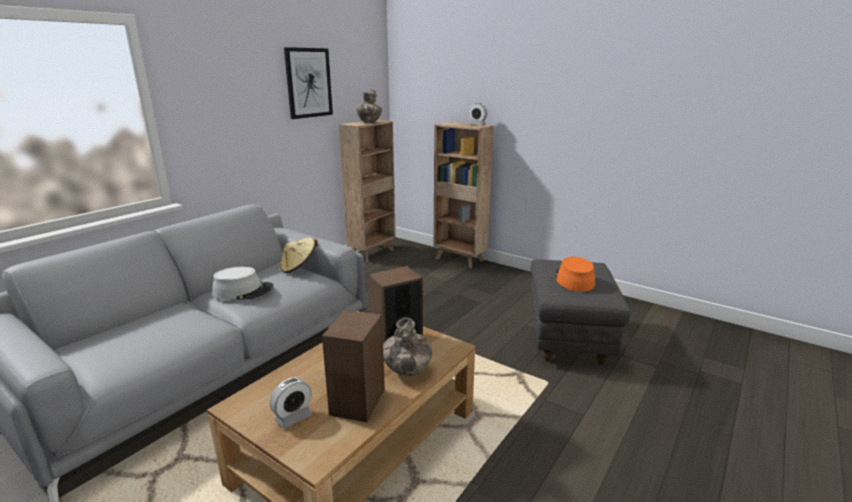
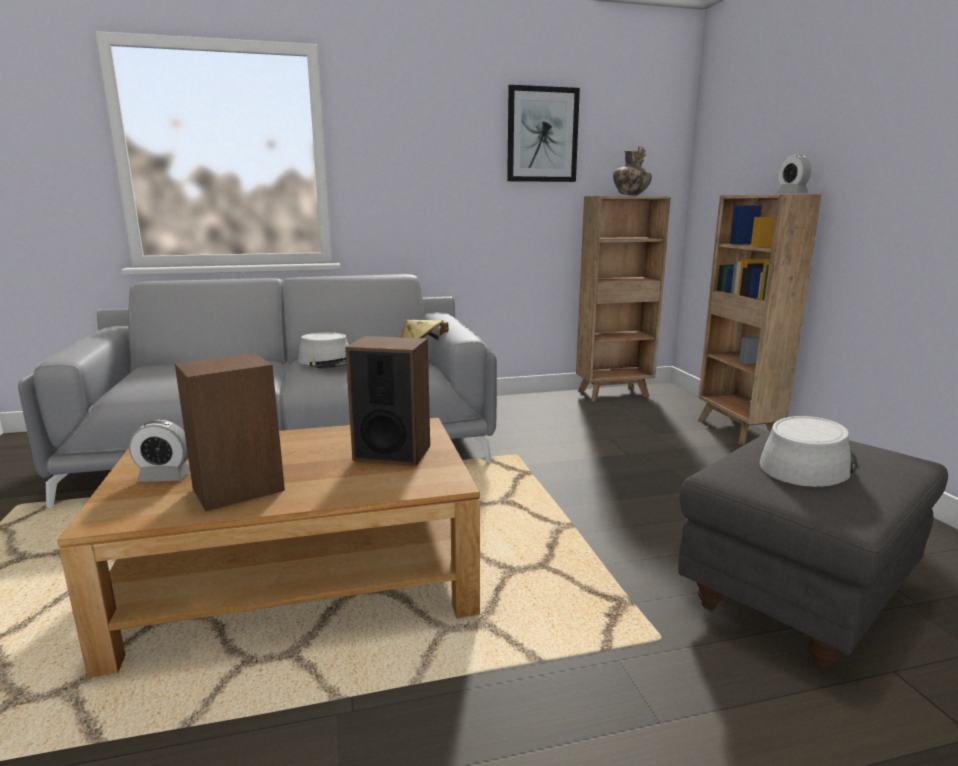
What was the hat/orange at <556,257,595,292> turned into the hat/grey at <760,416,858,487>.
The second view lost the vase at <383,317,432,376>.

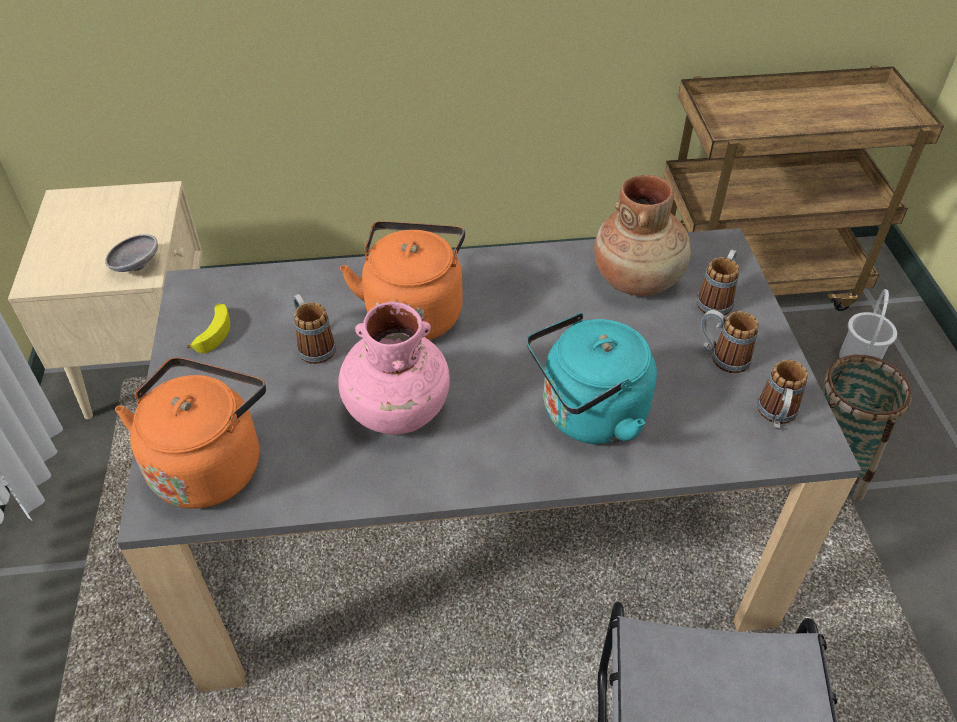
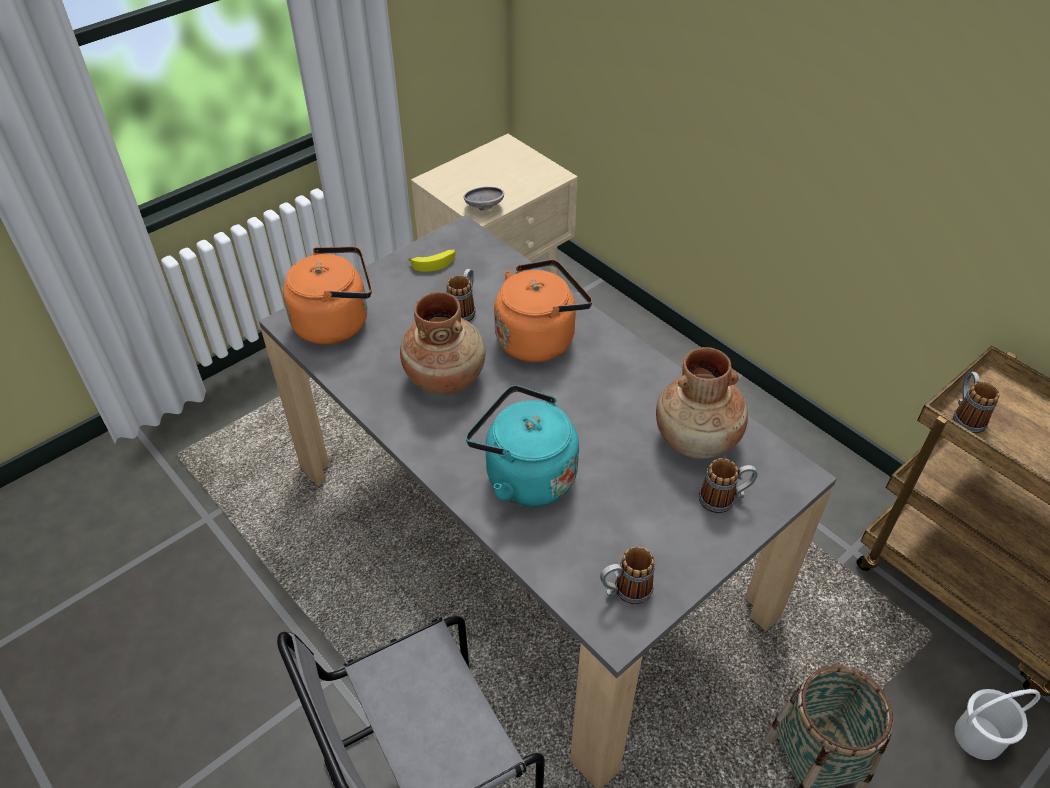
What was the vase/pink at <338,302,450,434> turned into the vase/brown-coloured at <400,292,486,394>.
The mug ended up elsewhere, having gone from <701,310,759,373> to <953,372,1000,434>.

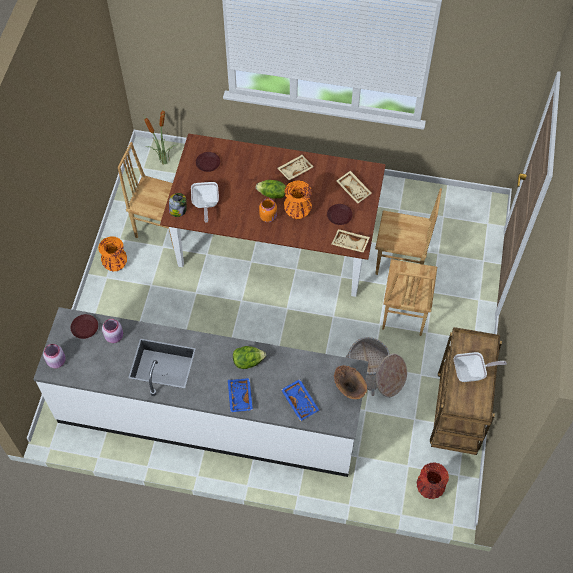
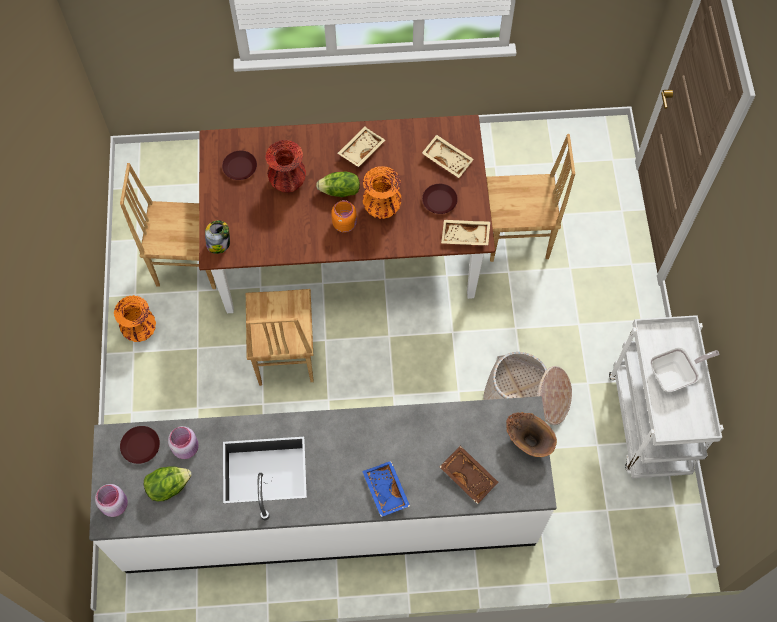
The head of lettuce ended up elsewhere, having gone from <233,346,266,369> to <144,466,192,501>.
The plain chair/brown-coloured ended up elsewhere, having gone from <382,259,437,336> to <246,289,314,386>.
The vase/red-coloured ended up elsewhere, having gone from <417,462,449,499> to <266,140,306,193>.
What was the serving tray/blue-coloured at <281,379,319,421> turned into the serving tray/brown-coloured at <440,446,498,504>.
What was the wheeled cart/brown-coloured at <430,327,502,455> turned into the wheeled cart/white at <609,315,724,478>.
The second view lost the plant in a pot at <144,108,176,164>.
The second view lost the skillet at <191,182,219,222>.

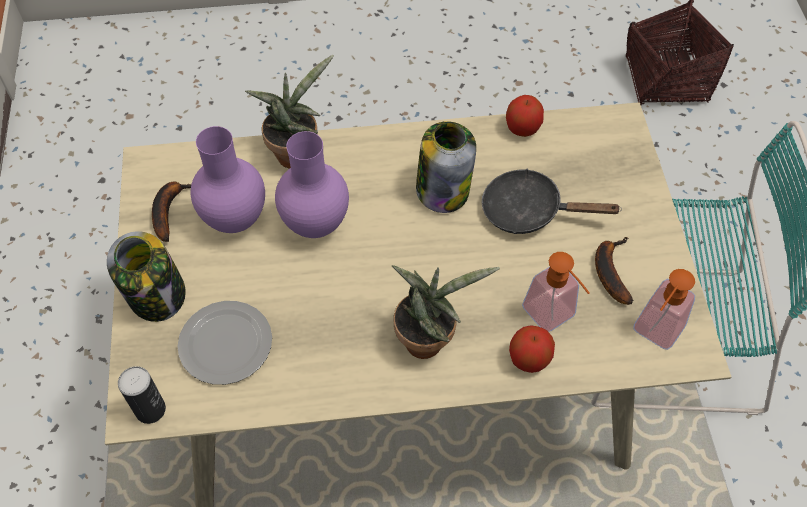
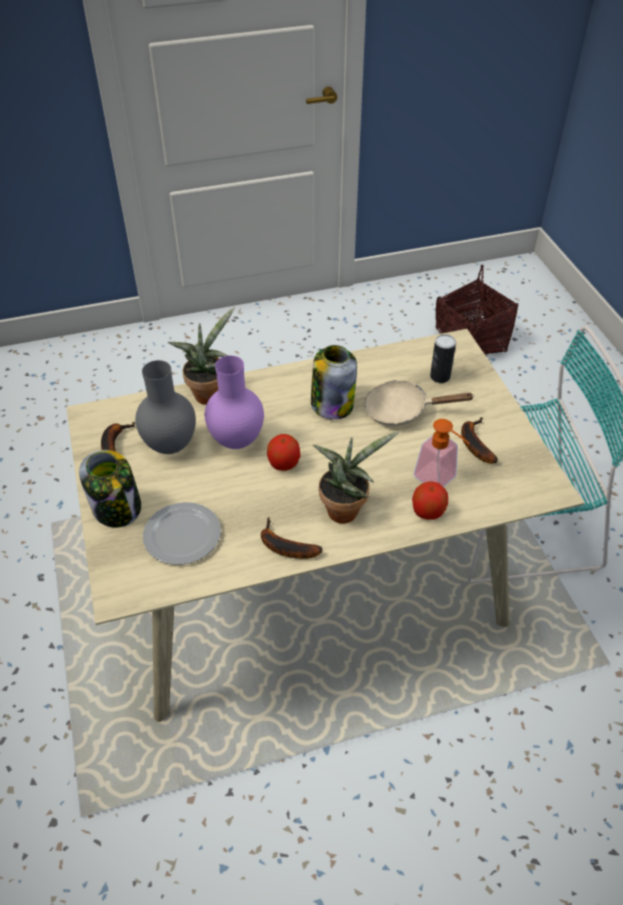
What was the vase/purplish at <191,126,265,233> turned into the vase/grey at <135,360,196,454>.
The second view gained the whole banana at <261,517,322,559>.
The apple fruit ended up elsewhere, having gone from <506,95,544,137> to <267,434,301,471>.
What was the skillet/black-coloured at <482,169,622,234> turned into the skillet/beige-coloured at <365,380,475,426>.
The metal can ended up elsewhere, having gone from <118,366,166,424> to <430,334,456,383>.
The second view lost the soap dispenser at <633,269,695,350>.

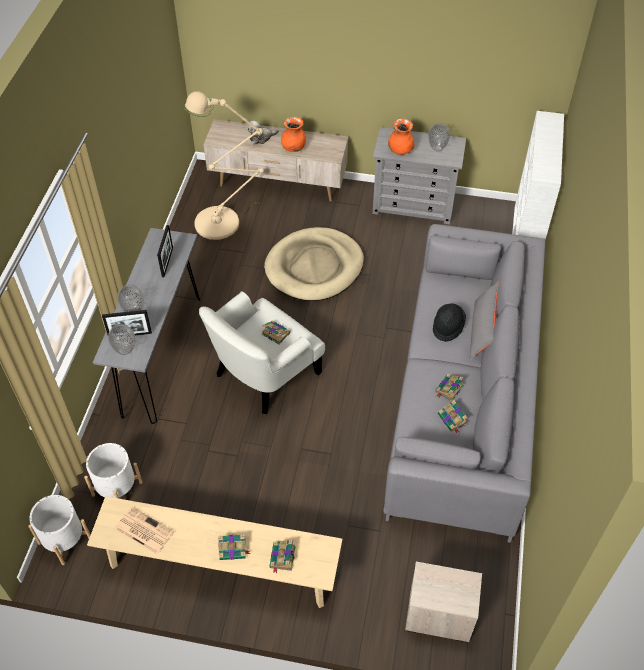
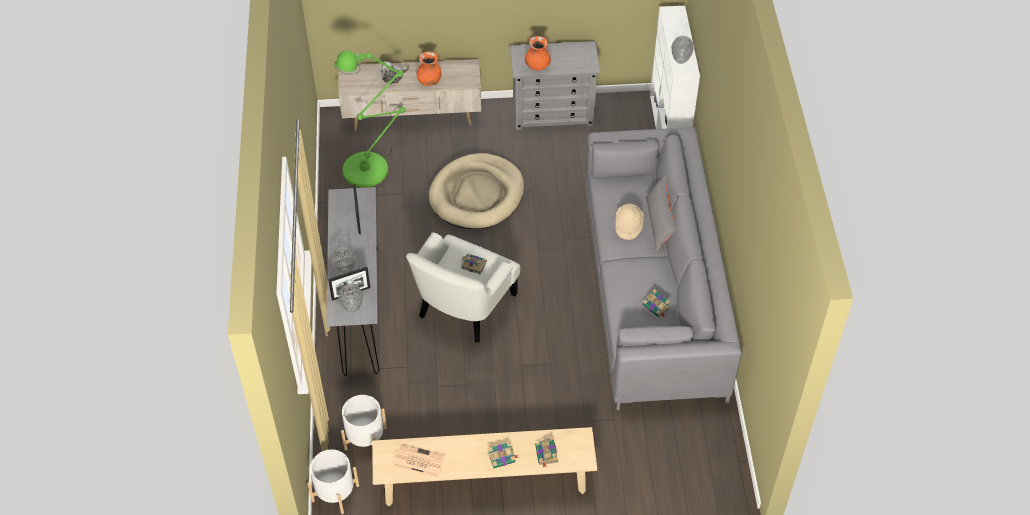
What was the floor lamp/beige-coloured at <184,91,264,240> turned into the floor lamp/greenish at <334,50,405,188>.
What was the hat/black-coloured at <433,303,466,342> turned into the hat/beige-coloured at <615,204,643,240>.
The vase ended up elsewhere, having gone from <428,123,450,151> to <671,36,694,64>.
The second view lost the bedside table at <405,562,482,643>.
The second view lost the bound book at <435,374,464,401>.

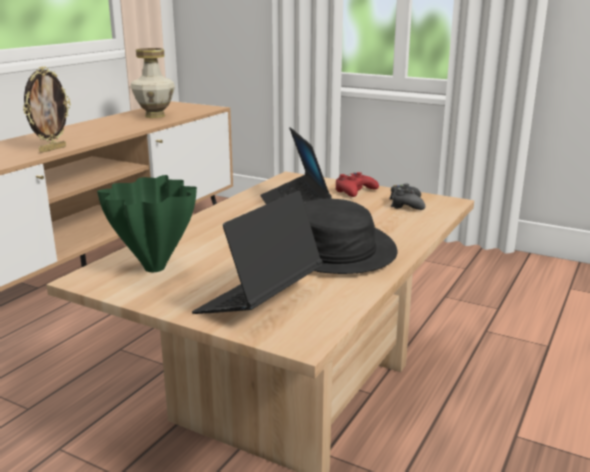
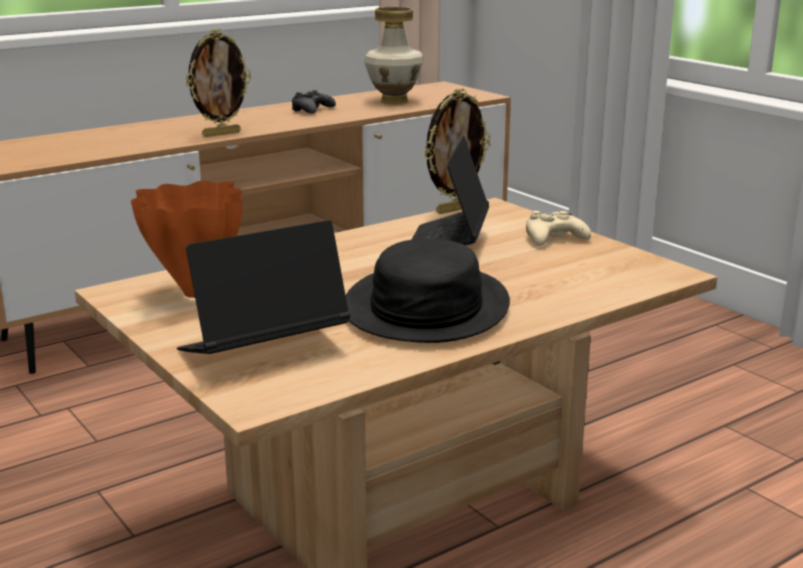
What was the vase/greenish at <97,175,197,272> turned into the vase/orange at <131,181,243,298>.
The gamepad/black-coloured ended up elsewhere, having gone from <389,184,425,210> to <292,90,336,114>.
The second view gained the picture frame at <424,88,491,214>.
What was the gamepad/red-coloured at <335,172,379,197> turned into the gamepad/beige-coloured at <526,211,591,246>.

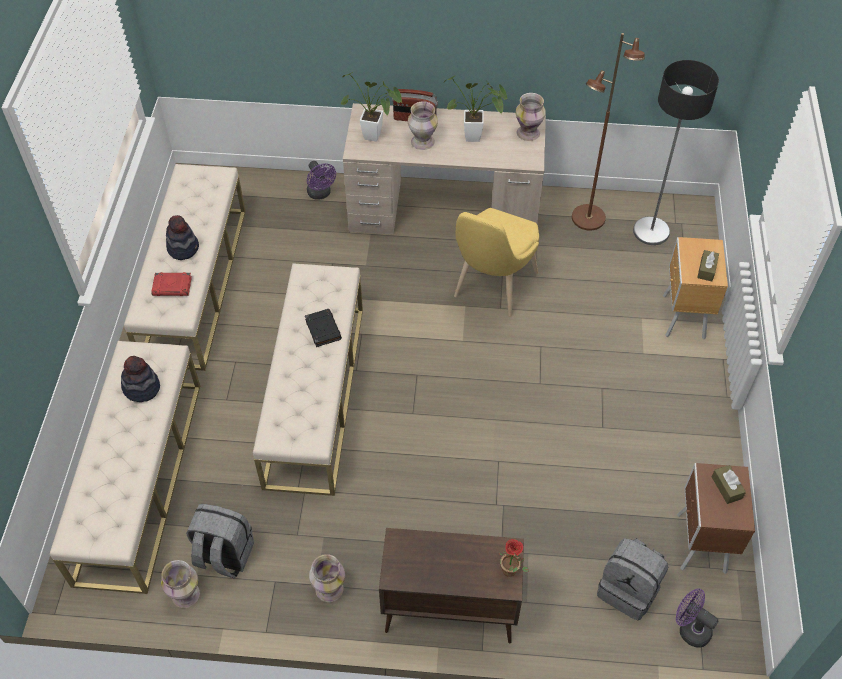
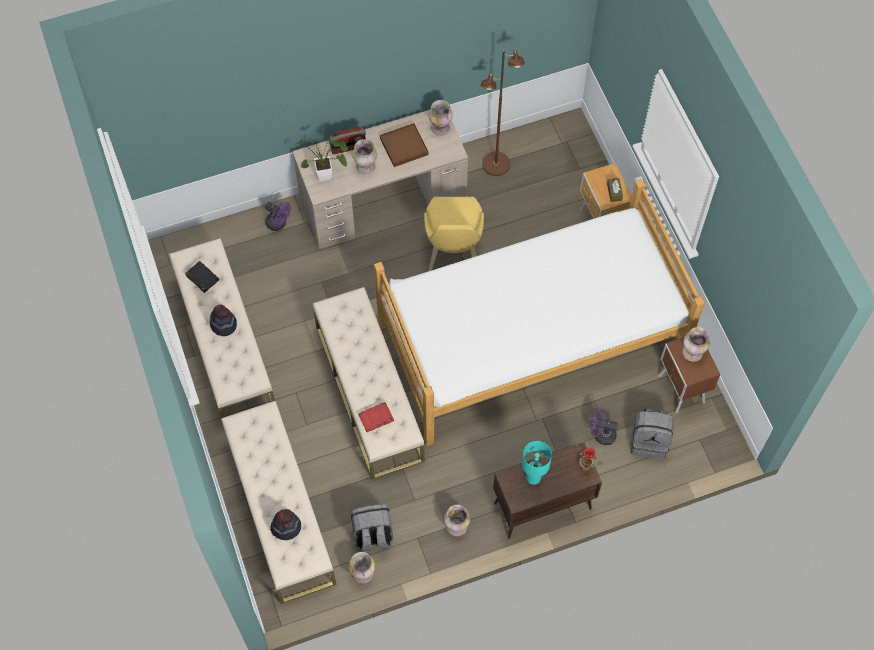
The bound book/black-coloured ended up elsewhere, having gone from <305,309,342,347> to <185,261,219,293>.
The hat ended up elsewhere, having gone from <121,356,160,402> to <270,509,301,540>.
The bound book/red-coloured ended up elsewhere, having gone from <151,272,192,296> to <358,402,394,432>.
The second view gained the bedroom bed at <374,179,705,446>.
Where the plant in a pot stood at <444,75,507,142>, the serving tray/brown-coloured came to stand at <380,123,429,167>.
The second view gained the table lamp/turquoise at <522,441,552,485>.
The cooling fan/purplish ended up elsewhere, having gone from <676,588,719,648> to <590,408,618,445>.
Where the tissue box/brown-coloured stood at <712,465,746,504>, the vase came to stand at <683,327,710,362>.
The second view lost the floor lamp at <633,60,719,245>.

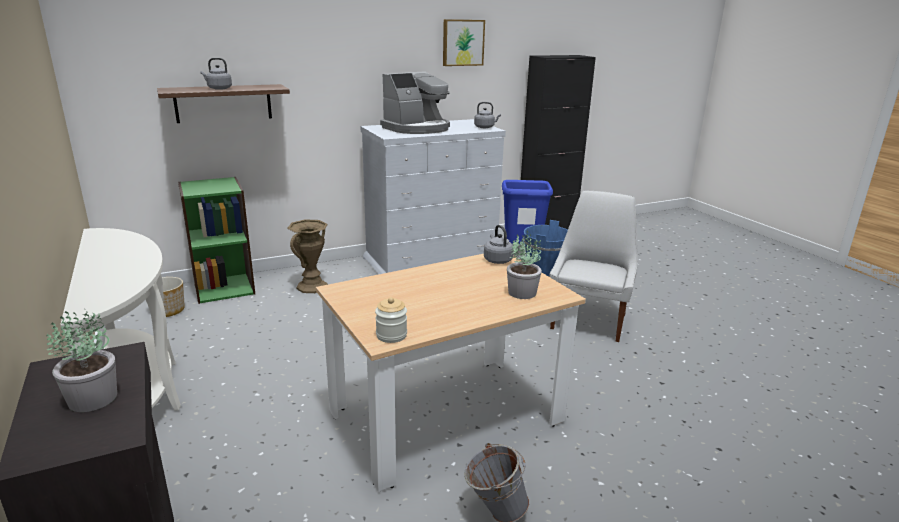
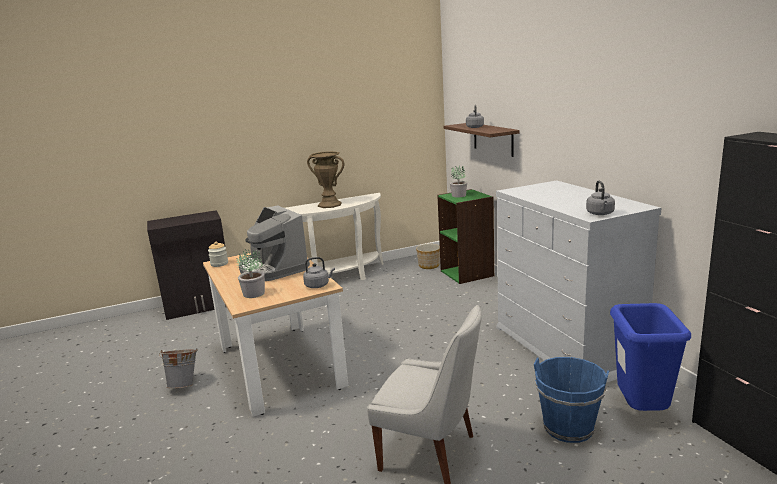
The coffee machine ended up elsewhere, having gone from <380,71,450,134> to <239,205,310,281>.
The vase/brown-coloured ended up elsewhere, having gone from <287,220,328,293> to <307,151,344,208>.
The plant in a pot ended up elsewhere, having gone from <46,309,117,412> to <450,165,467,197>.
The second view lost the wall art at <443,19,485,66>.

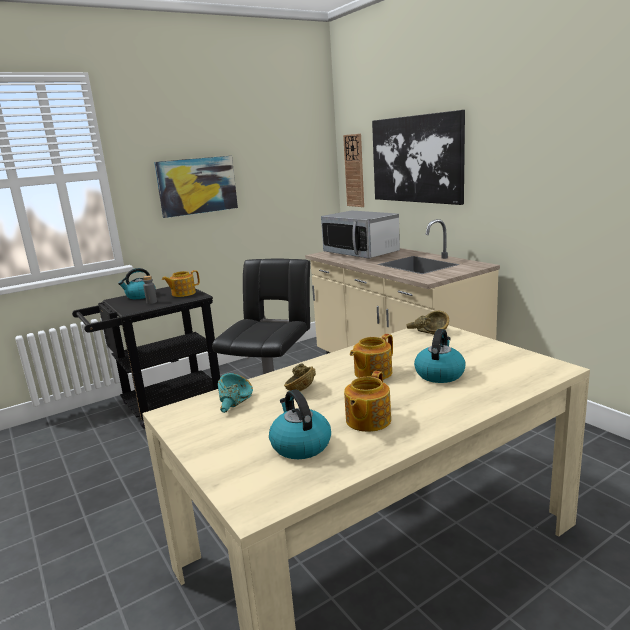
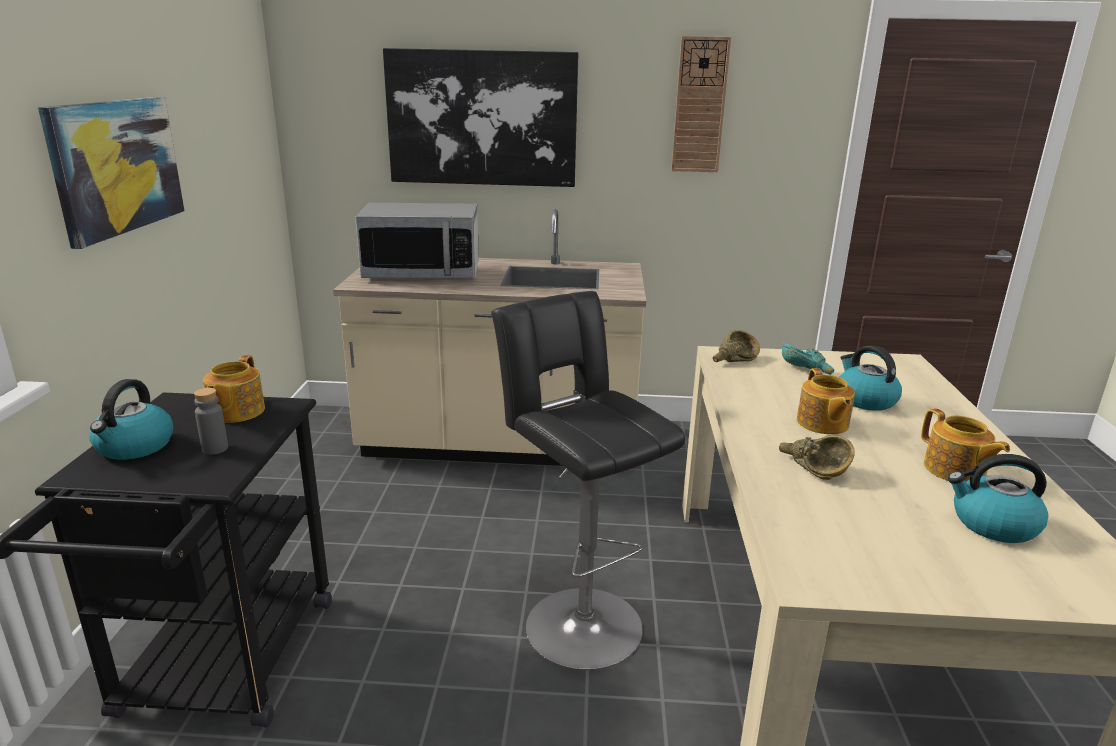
The wall clock ended up elsewhere, having gone from <343,134,364,207> to <671,36,731,172>.
The bowl/turquoise ended up elsewhere, having gone from <218,373,253,413> to <782,343,834,375>.

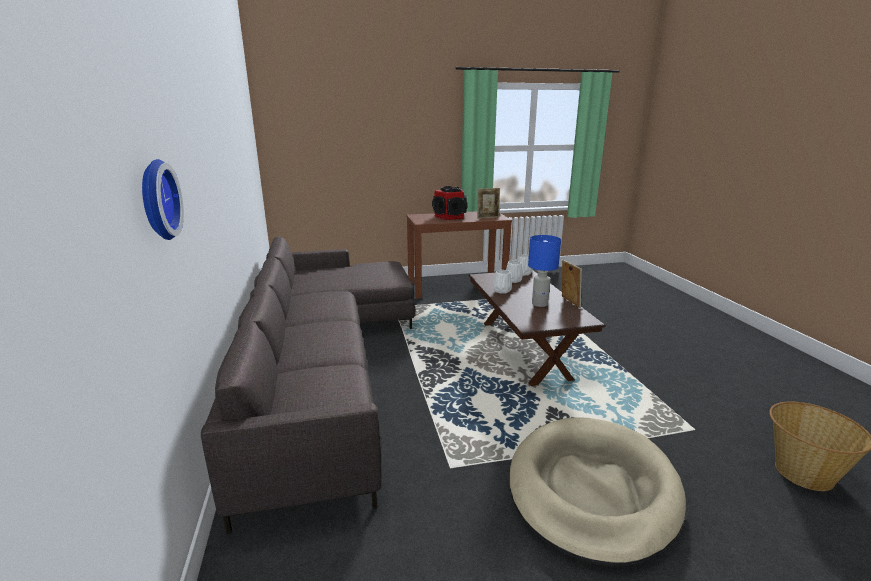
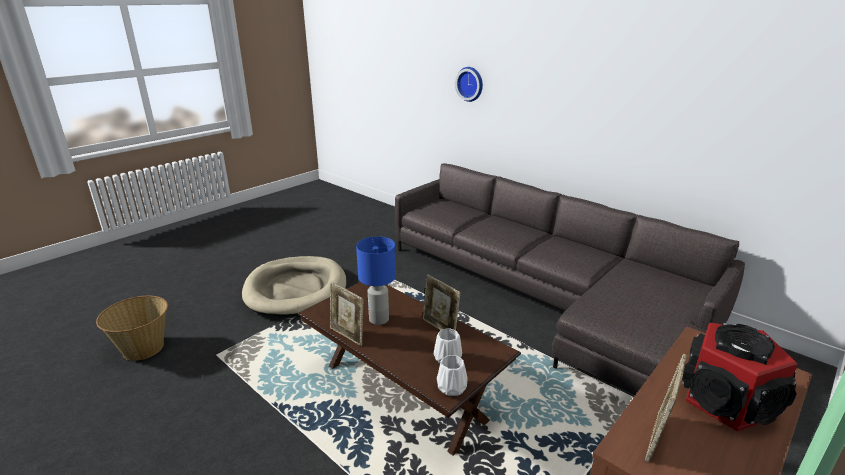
Where the vase/white stood at <493,270,512,294>, the picture frame came to stand at <423,274,460,330>.

